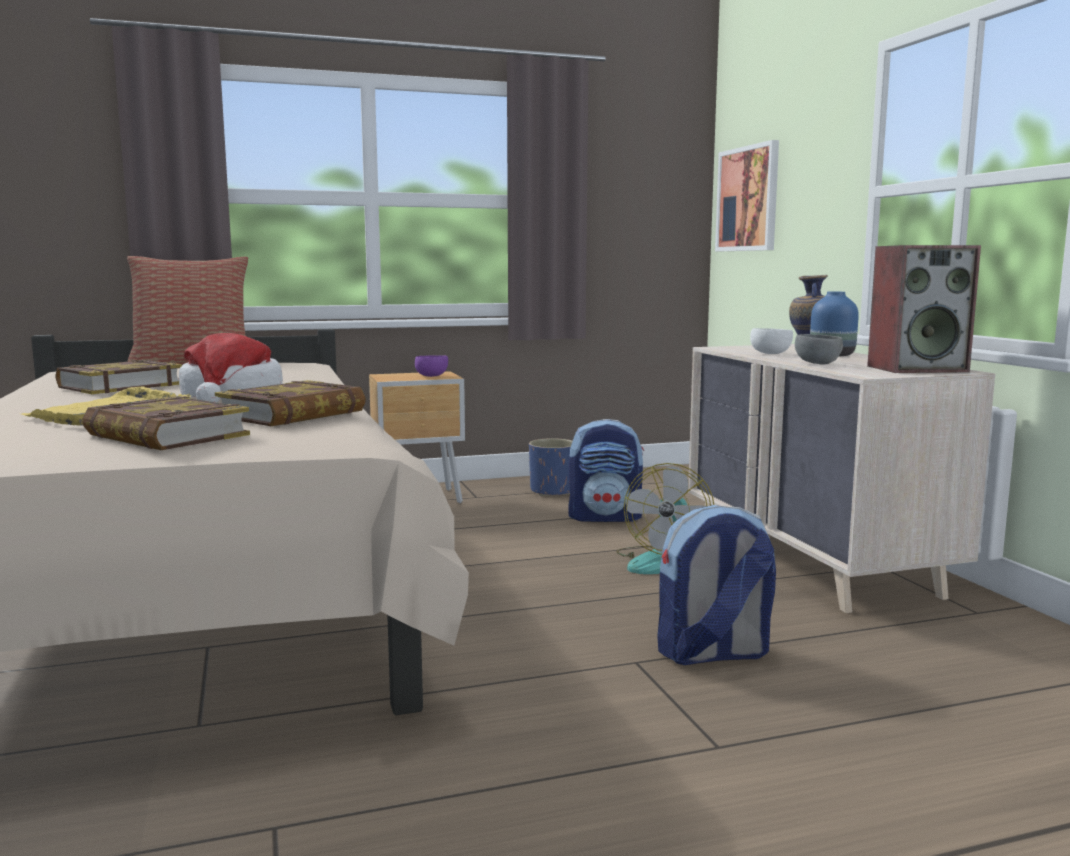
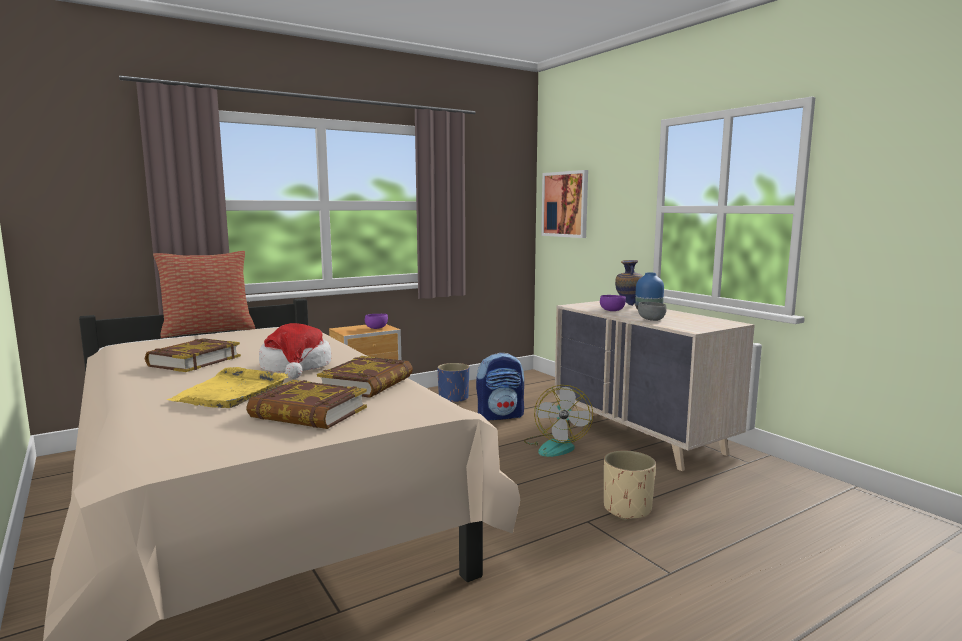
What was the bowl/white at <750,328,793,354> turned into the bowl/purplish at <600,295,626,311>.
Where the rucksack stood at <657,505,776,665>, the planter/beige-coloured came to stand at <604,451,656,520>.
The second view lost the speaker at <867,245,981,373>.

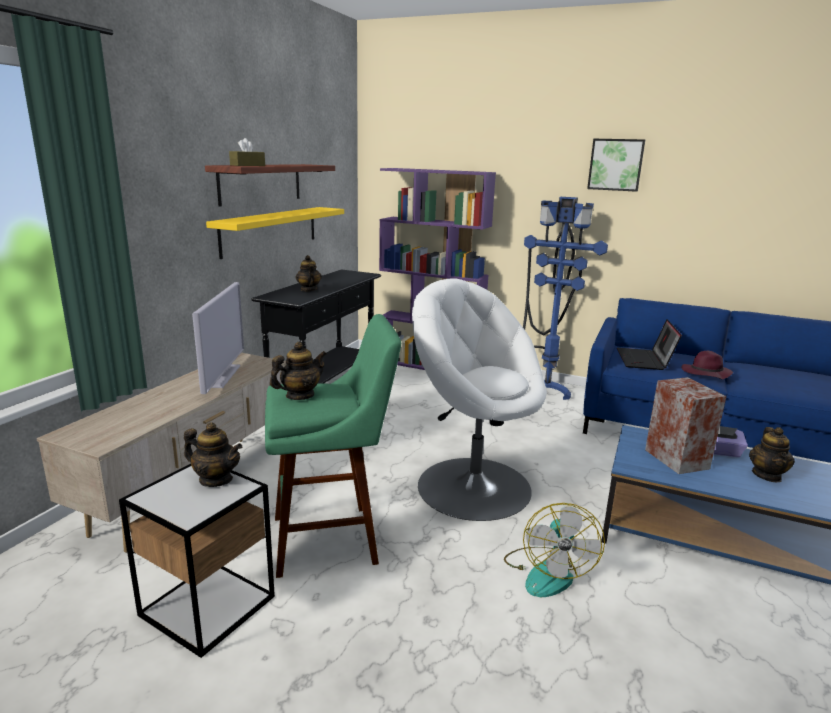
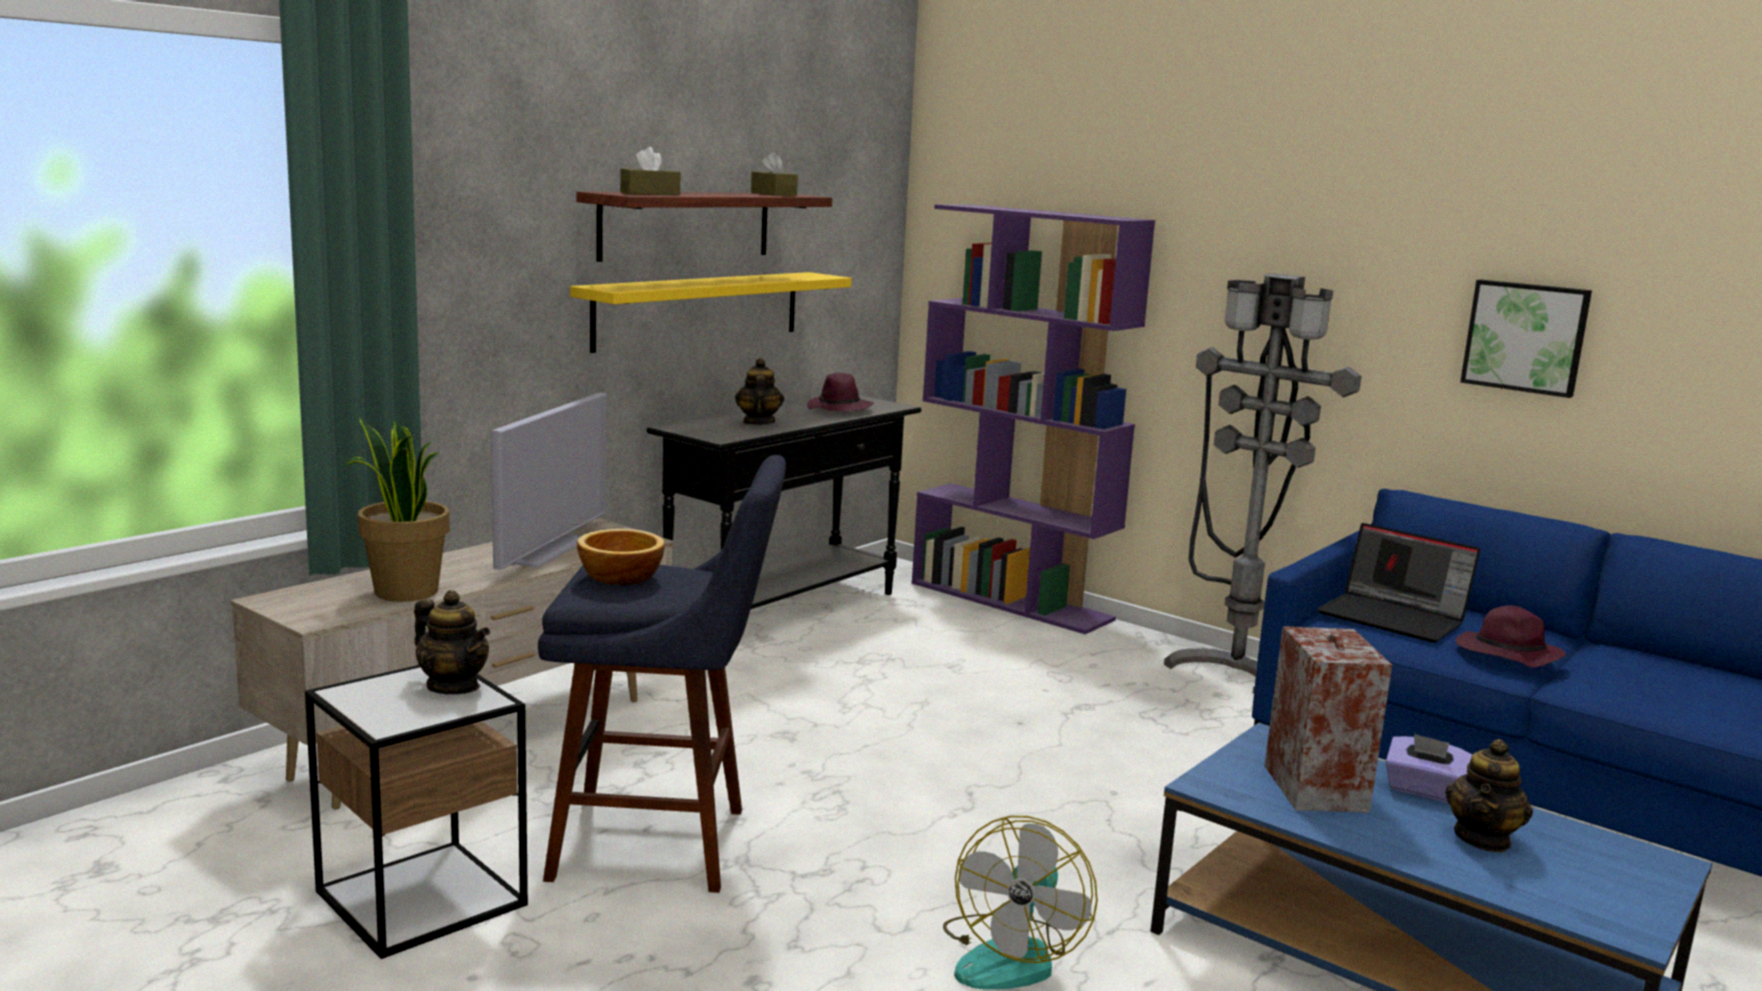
The second view gained the plant in a pot at <344,418,450,602>.
What was the stool/greenish at <265,314,401,578> turned into the stool/blue-coloured at <538,455,786,893>.
Where the tea pot stood at <270,342,326,400>, the bowl came to stand at <577,529,665,585>.
The second view gained the tissue box/brown-coloured at <751,152,798,196>.
The second view gained the hat/purplish at <807,373,874,412>.
What was the floor lamp/blue-coloured at <523,197,608,400> turned into the floor lamp/grey at <1164,273,1361,694>.
The portable computer at <617,319,682,370> ended up facing another way, 75 degrees counterclockwise from before.
The wall art ended up elsewhere, having gone from <587,139,645,192> to <1460,279,1592,398>.
The second view lost the lounge chair/white at <412,278,547,521>.

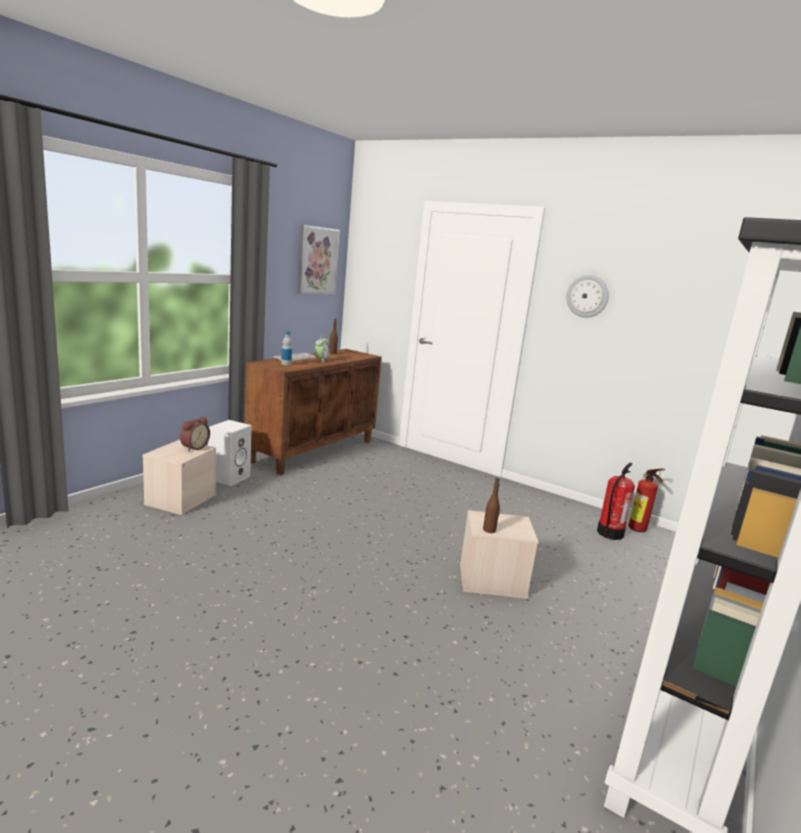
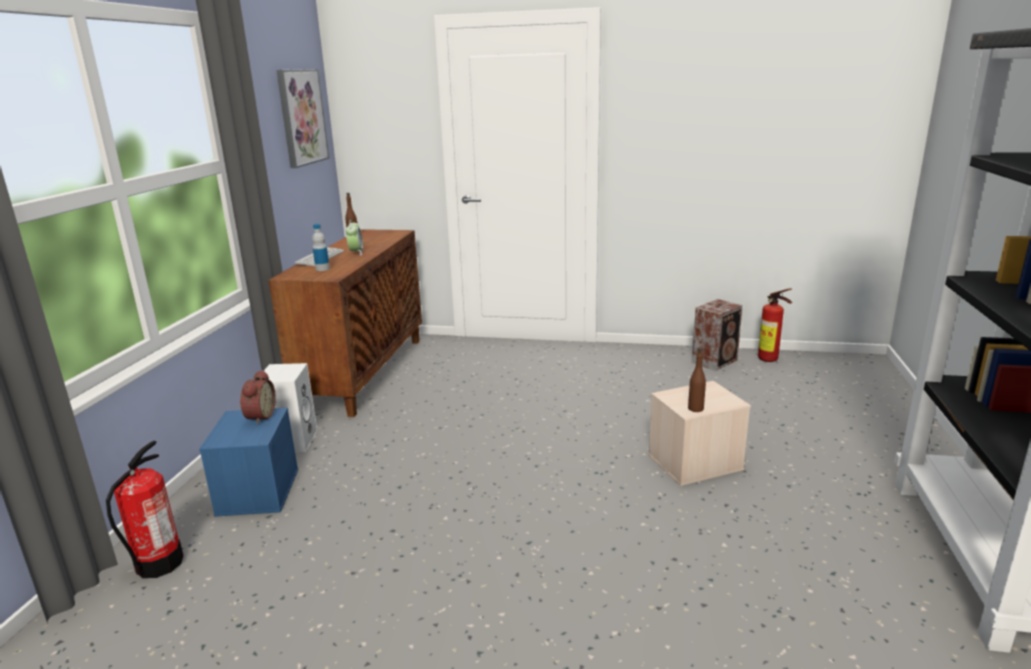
The fire extinguisher ended up elsewhere, having gone from <597,463,635,540> to <106,441,183,578>.
What was the storage container/beige-coloured at <142,440,216,515> turned into the storage container/blue-coloured at <199,408,298,517>.
The second view gained the speaker at <692,299,743,371>.
The second view lost the wall clock at <566,275,609,318>.

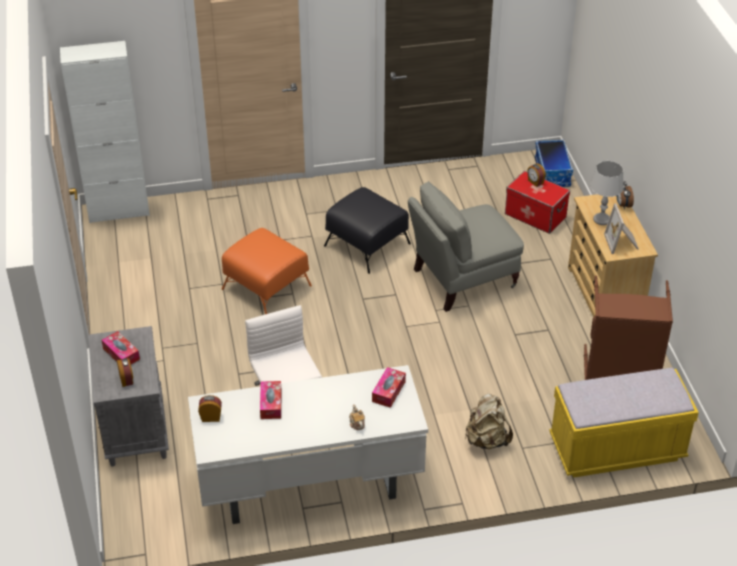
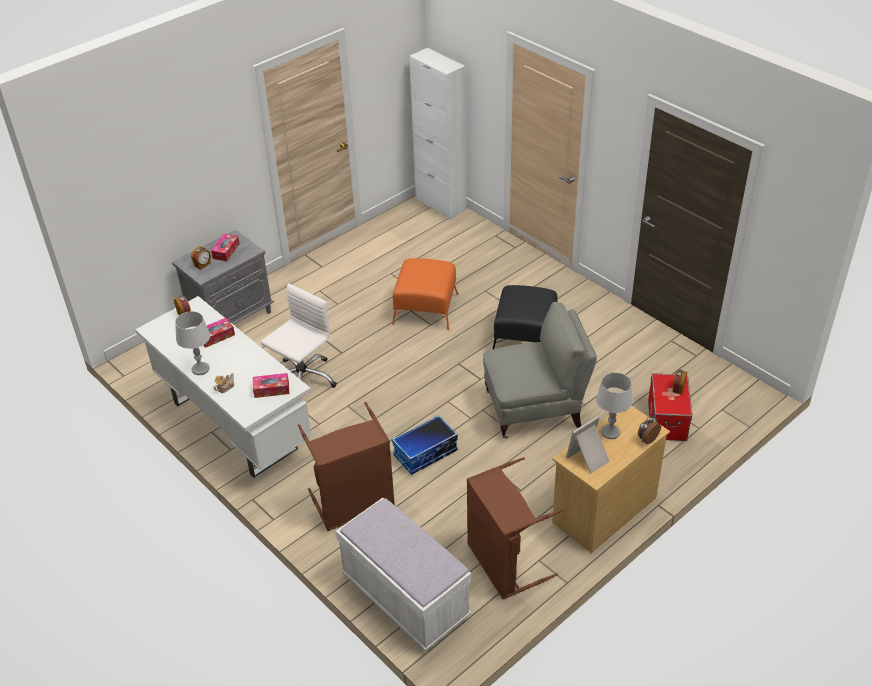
The second view gained the table lamp/grey at <175,311,210,375>.
Where the rucksack/beige-coloured stood at <465,394,513,450>, the laundry basket/brown-coloured came to stand at <298,402,395,531>.
What was the long seat/yellow-coloured at <549,368,699,478> turned into the long seat/white at <336,498,472,651>.
The storage container ended up elsewhere, having gone from <535,140,573,187> to <392,415,458,475>.
The lounge chair/grey at <408,181,524,312> ended up facing another way, 135 degrees clockwise from before.

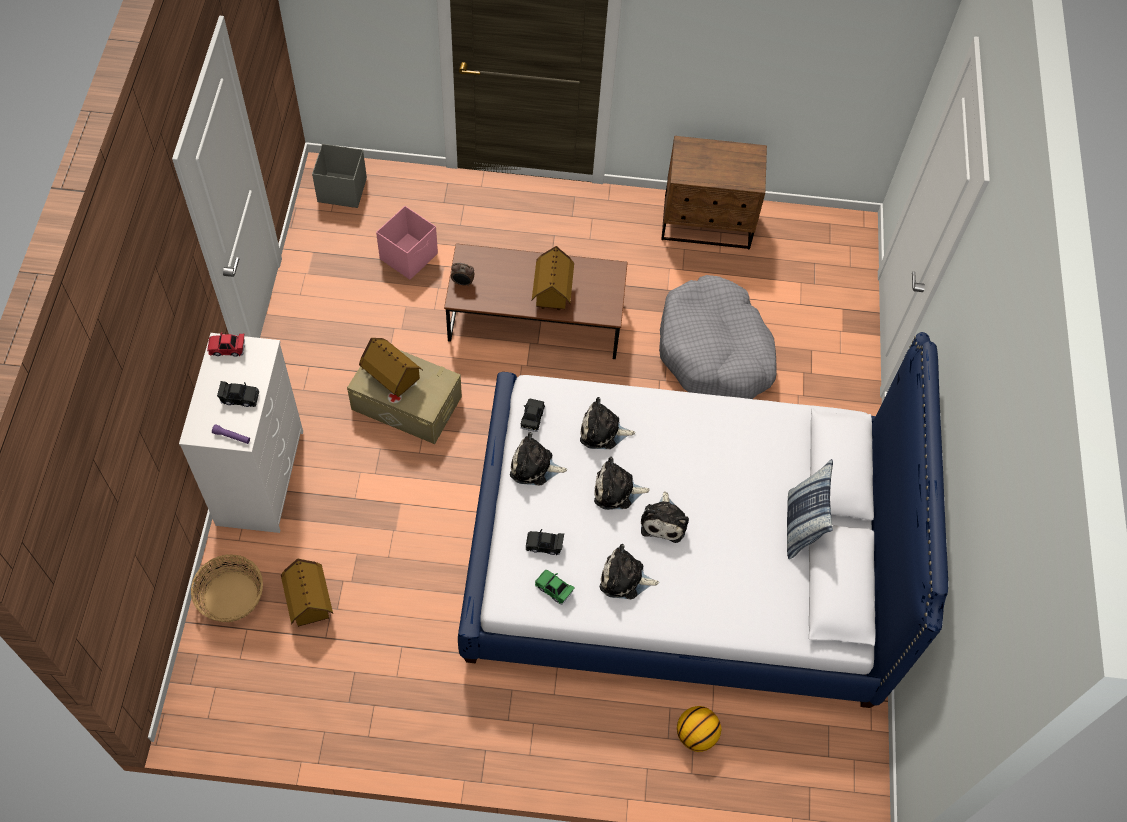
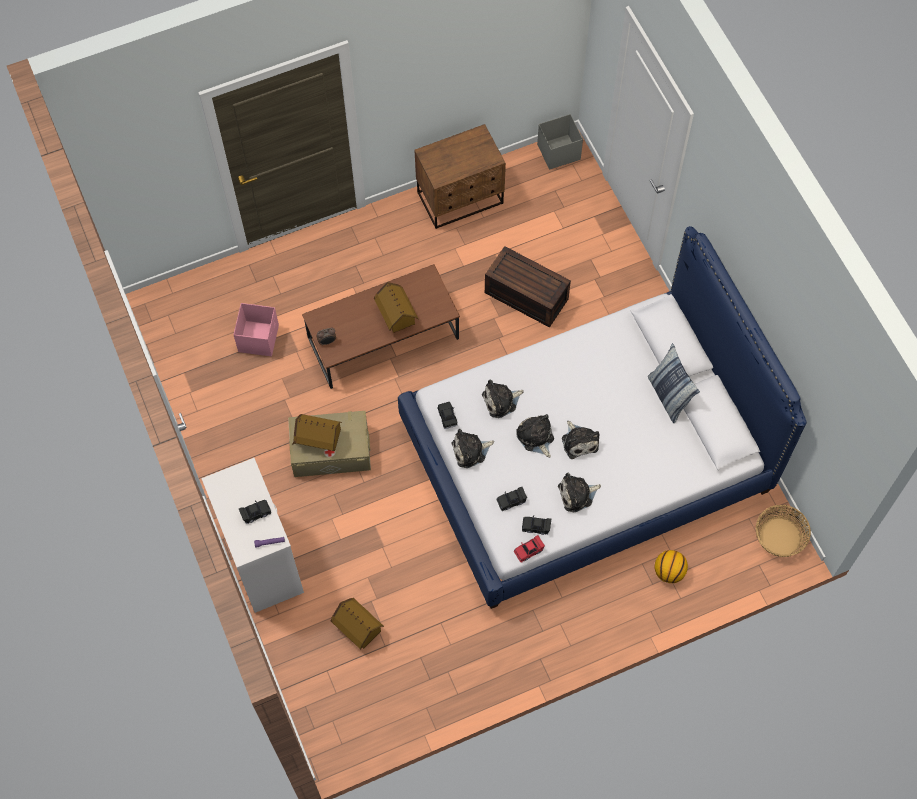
Where the dog bed/grey stood at <659,275,776,399>, the storage container/brown-coloured came to stand at <485,246,571,328>.
The miniature car/red-coloured ended up elsewhere, having gone from <207,332,245,357> to <514,535,545,563>.
The plush toy at <594,457,650,510> ended up facing another way, 90 degrees clockwise from before.
What was the miniature car/greenish at <535,570,575,605> turned into the miniature car/black-coloured at <522,515,551,535>.
The storage container/grey ended up elsewhere, having gone from <312,144,367,208> to <537,114,583,170>.
The basket ended up elsewhere, having gone from <191,554,263,622> to <756,505,811,557>.

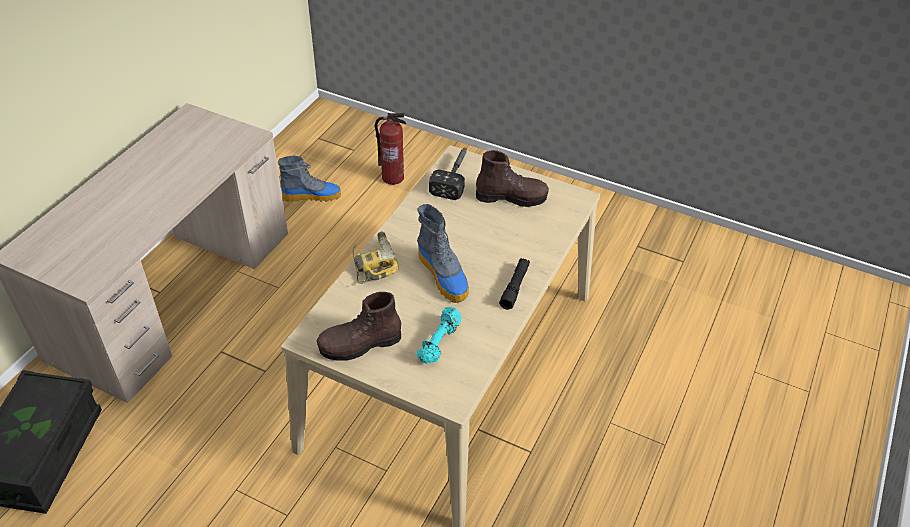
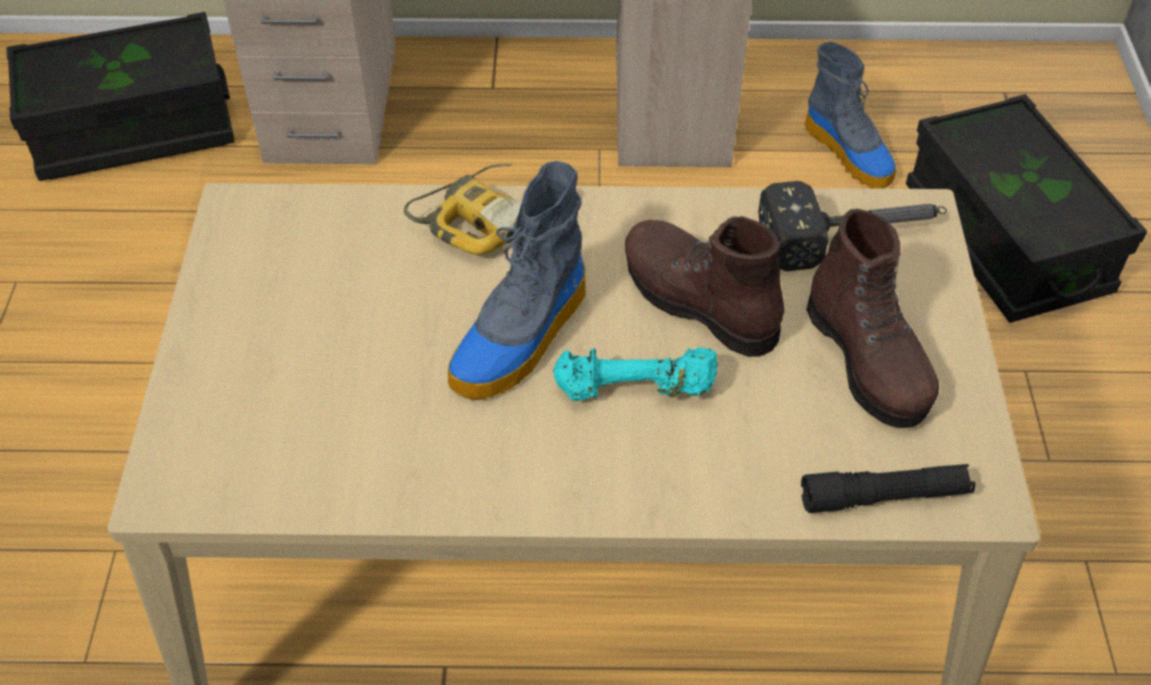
The free weight/turquoise ended up elsewhere, having gone from <417,307,461,364> to <553,347,718,401>.
The tall boot/brown-coloured ended up elsewhere, having gone from <317,292,401,361> to <625,216,785,357>.
The hand torch/black-coloured ended up elsewhere, having gone from <499,258,530,310> to <801,464,976,513>.
Where the fire extinguisher stood at <375,113,406,185>, the storage container/black-coloured came to stand at <906,94,1147,323>.

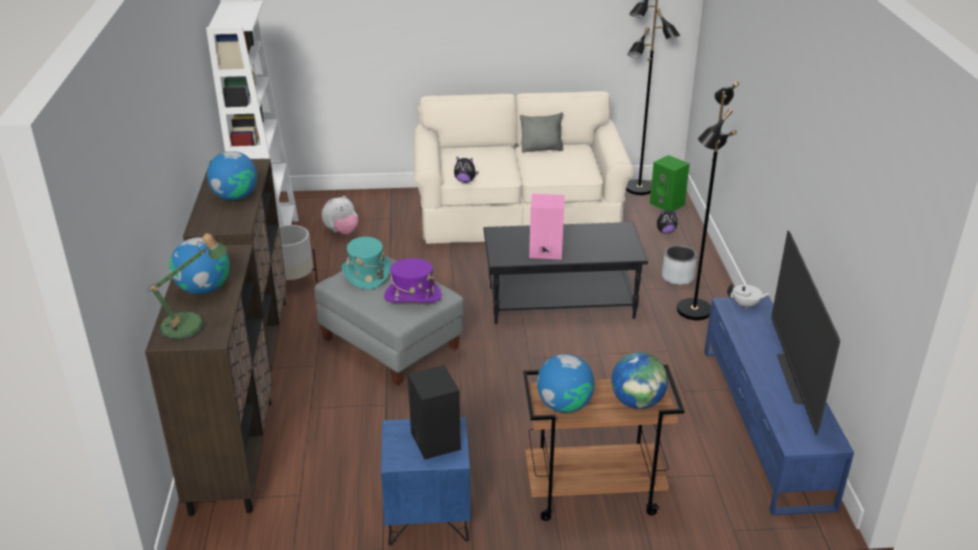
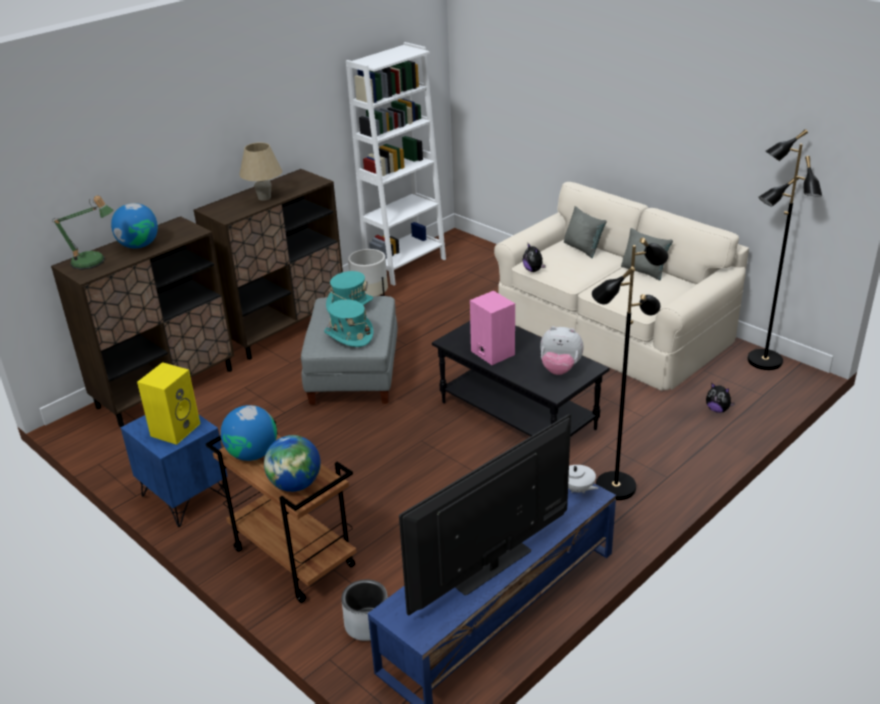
What was the speaker/black-coloured at <408,365,461,459> turned into the speaker/yellow-coloured at <137,362,200,445>.
Where the world globe stood at <207,151,257,200>, the table lamp/beige-coloured came to stand at <239,142,282,201>.
What was the hat/purplish at <384,258,442,303> turned into the hat/turquoise at <324,299,373,347>.
The planter/grey ended up elsewhere, having gone from <662,245,697,285> to <341,579,388,641>.
The plush toy ended up elsewhere, having gone from <322,196,358,234> to <540,326,584,375>.
The second view gained the throw pillow/grey at <564,206,607,258>.
The second view lost the speaker/greenish at <650,155,690,211>.

